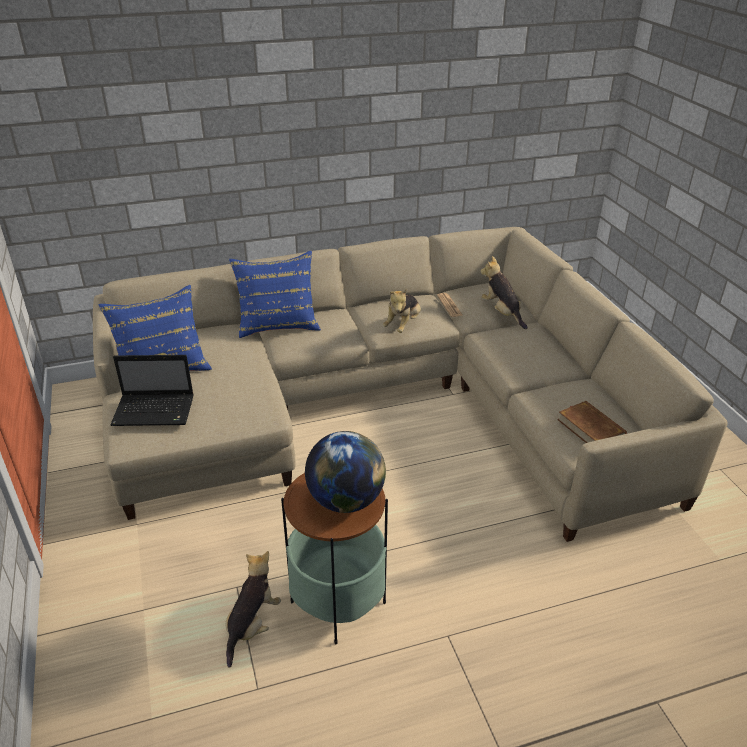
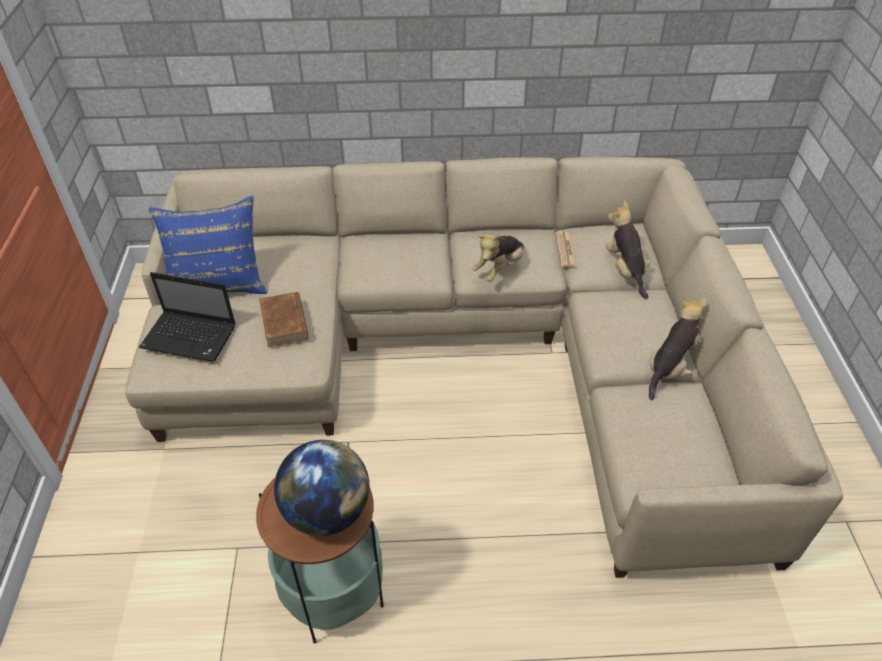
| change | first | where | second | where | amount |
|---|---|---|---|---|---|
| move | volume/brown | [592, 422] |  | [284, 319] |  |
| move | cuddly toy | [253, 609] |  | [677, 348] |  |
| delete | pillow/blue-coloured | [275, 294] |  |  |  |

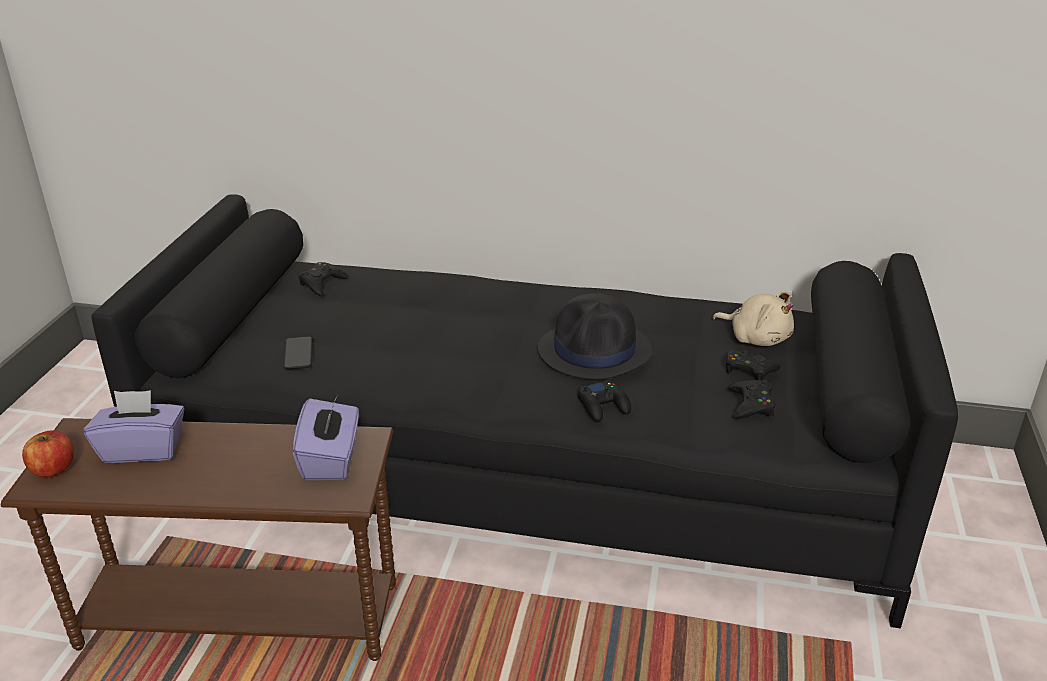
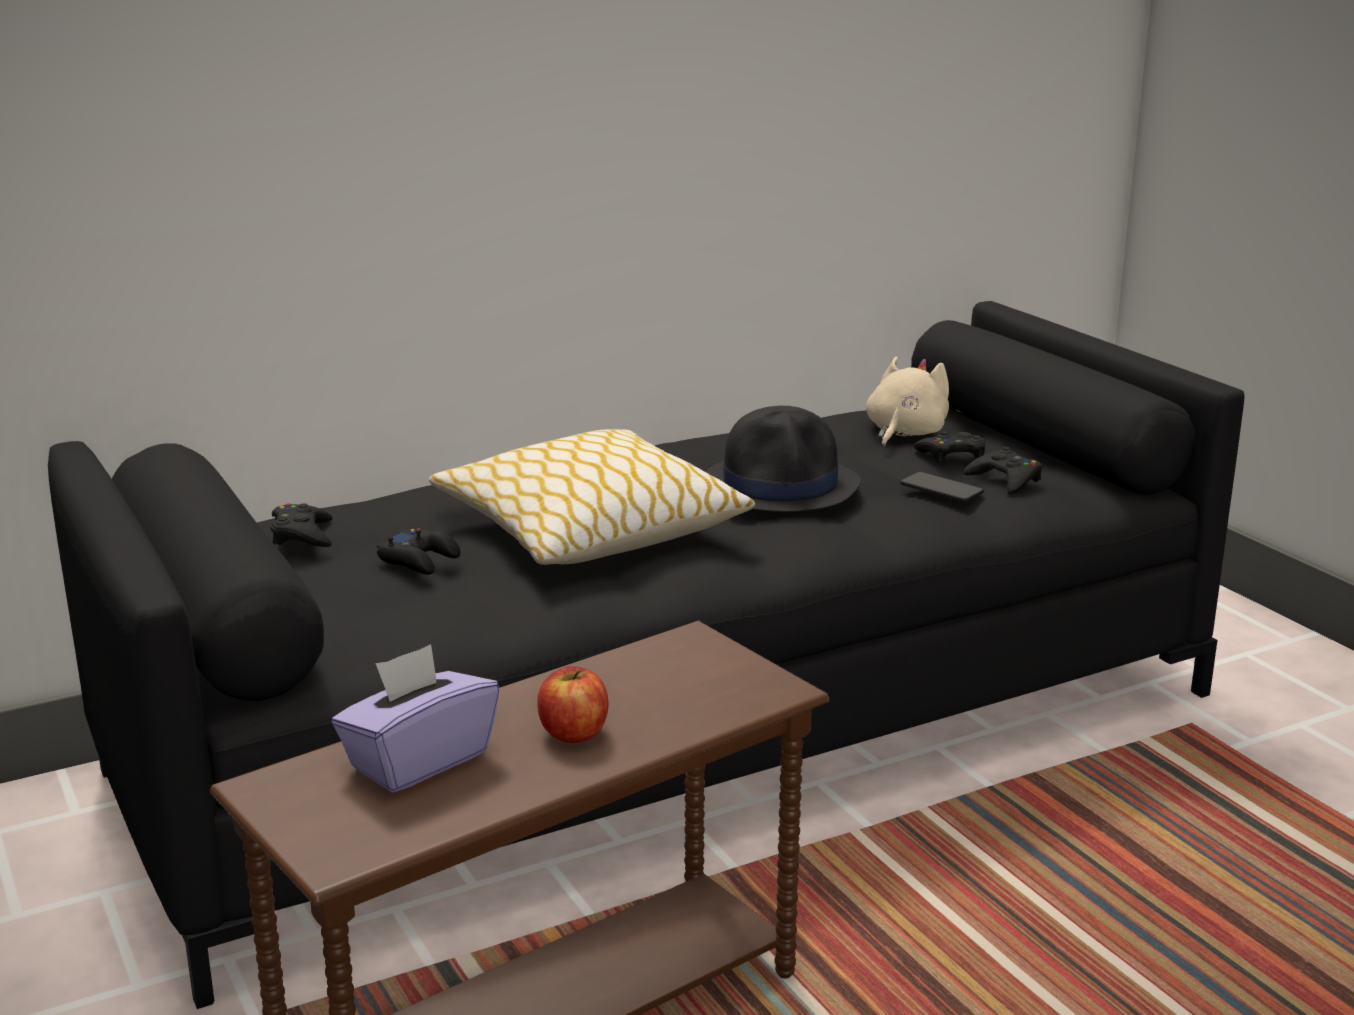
| change | first | where | second | where | amount |
|---|---|---|---|---|---|
| move | gamepad/black-coloured | [604, 401] |  | [419, 551] |  |
| insert |  |  | pillow | [592, 497] |  |
| move | whole apple | [48, 453] |  | [573, 704] |  |
| rotate | cuddly toy/sand-coloured | [753, 318] |  | [907, 402] | 60 degrees counterclockwise |
| move | phone | [298, 352] |  | [942, 487] |  |
| delete | tissue box/purplish | [326, 438] |  |  |  |

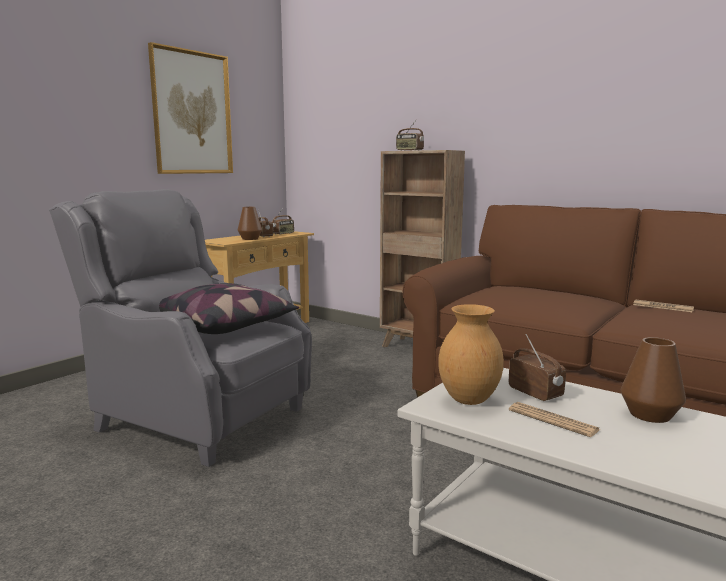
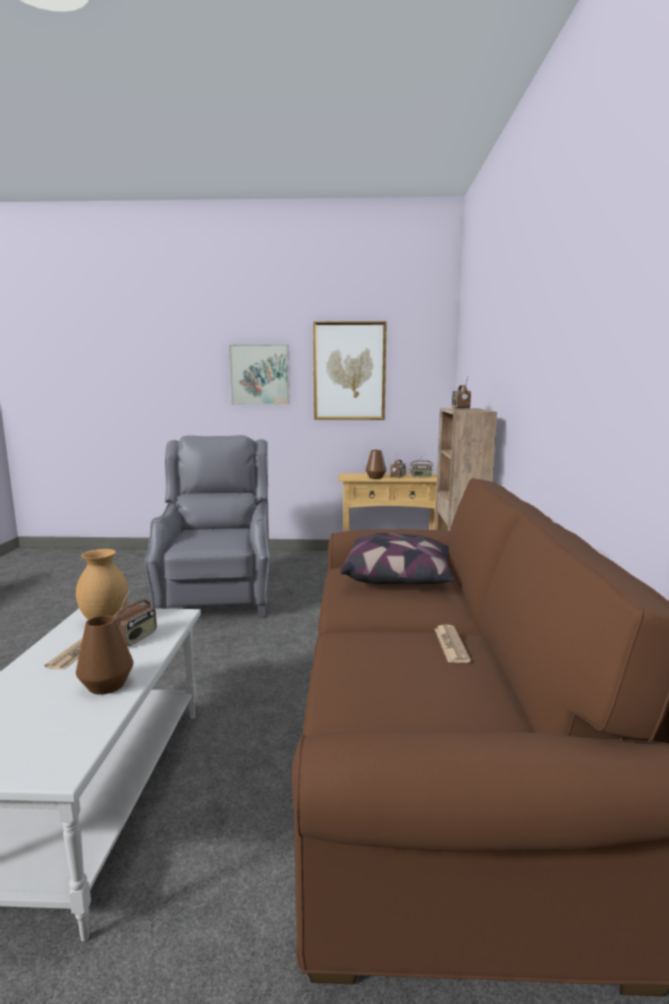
| change | first | where | second | where | amount |
|---|---|---|---|---|---|
| insert |  |  | wall picture | [259, 374] |  |
| move | pillow | [229, 308] |  | [397, 558] |  |

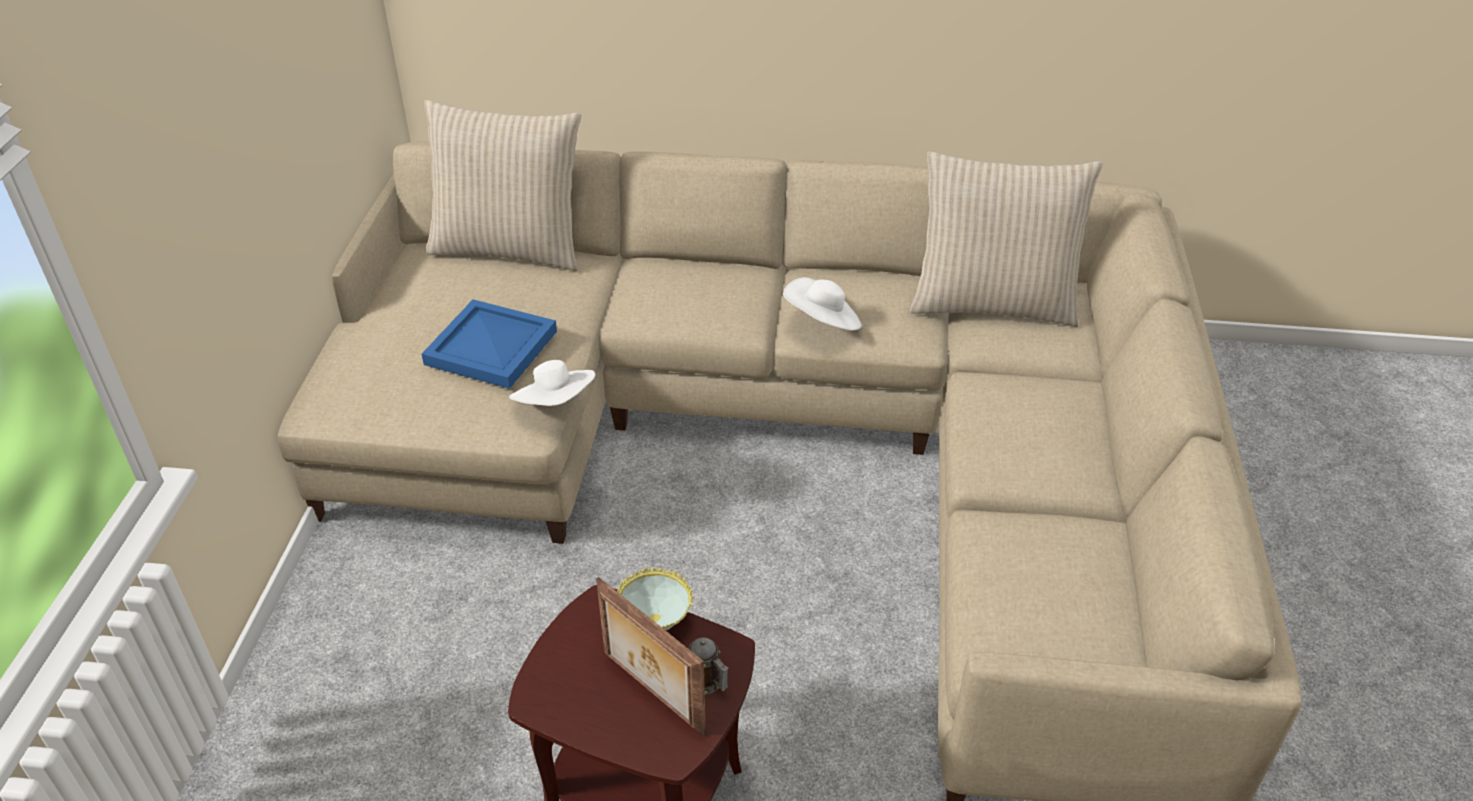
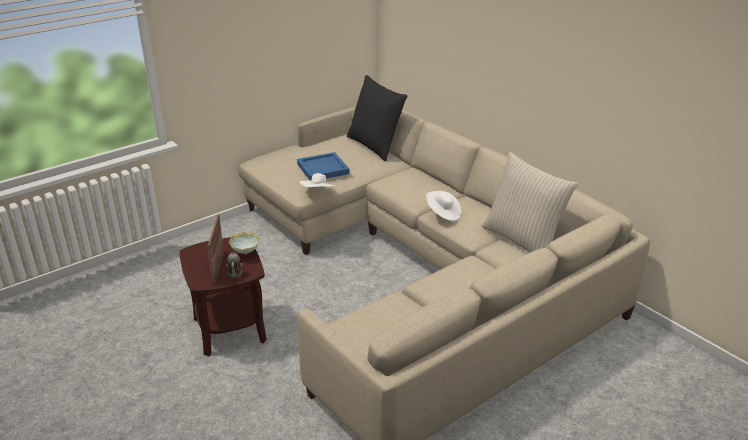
| change | first | where | second | where | amount |
|---|---|---|---|---|---|
| recolor | pillow/sand-coloured | [502, 185] | pillow/black-coloured | [377, 118] |  |

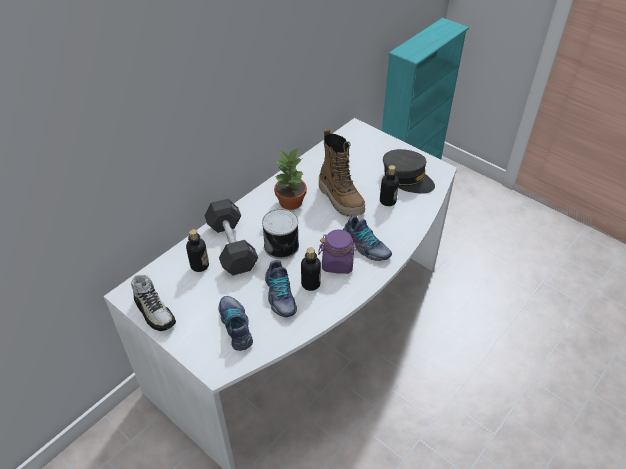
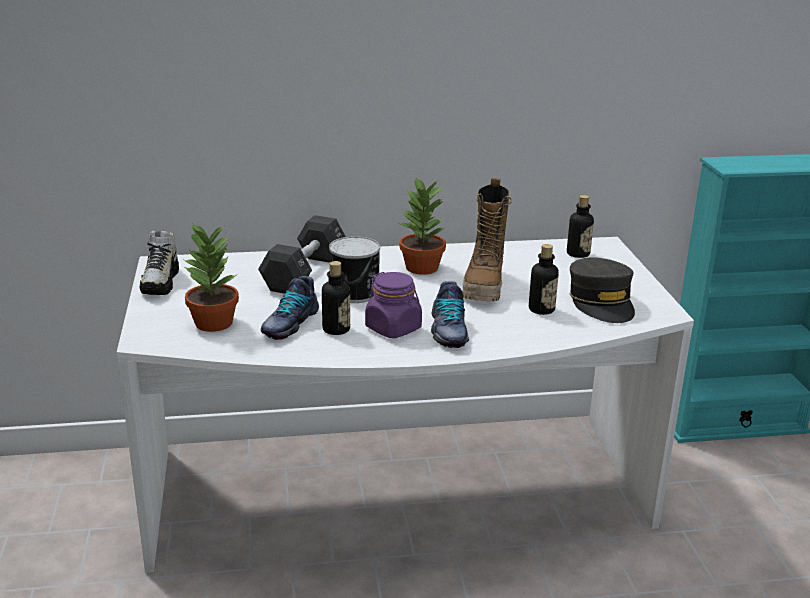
| change | first | where | second | where | amount |
|---|---|---|---|---|---|
| replace | item of footwear | [236, 323] | potted plant | [211, 277] |  |
| move | beverage bottle | [197, 250] |  | [580, 226] |  |

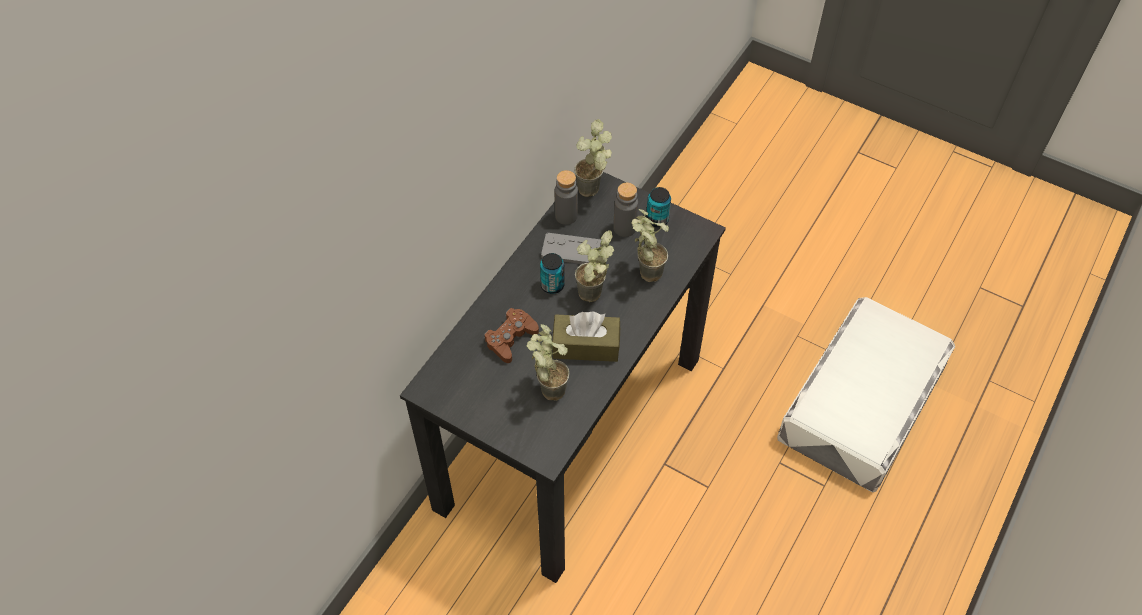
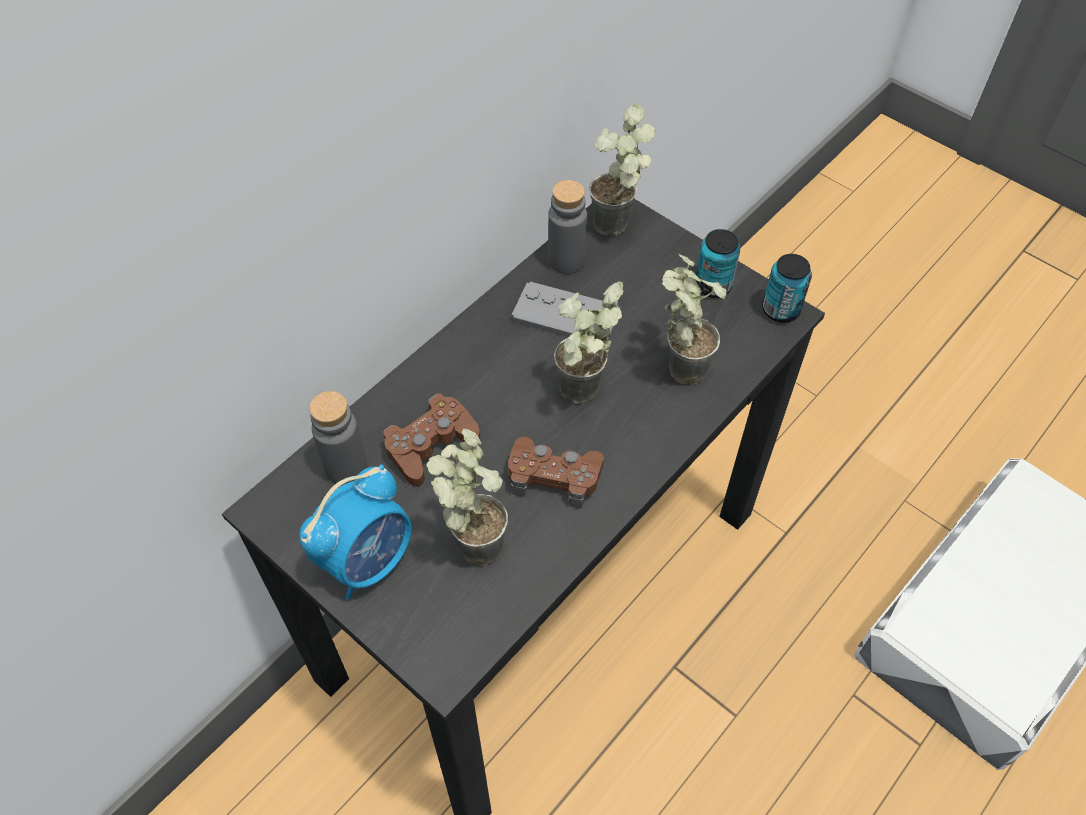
| change | first | where | second | where | amount |
|---|---|---|---|---|---|
| insert |  |  | alarm clock | [355, 532] |  |
| move | beverage bottle/gray | [625, 209] |  | [338, 438] |  |
| replace | tissue box/brown | [586, 336] | gamepad/brown | [556, 473] |  |
| move | can | [552, 273] |  | [787, 288] |  |

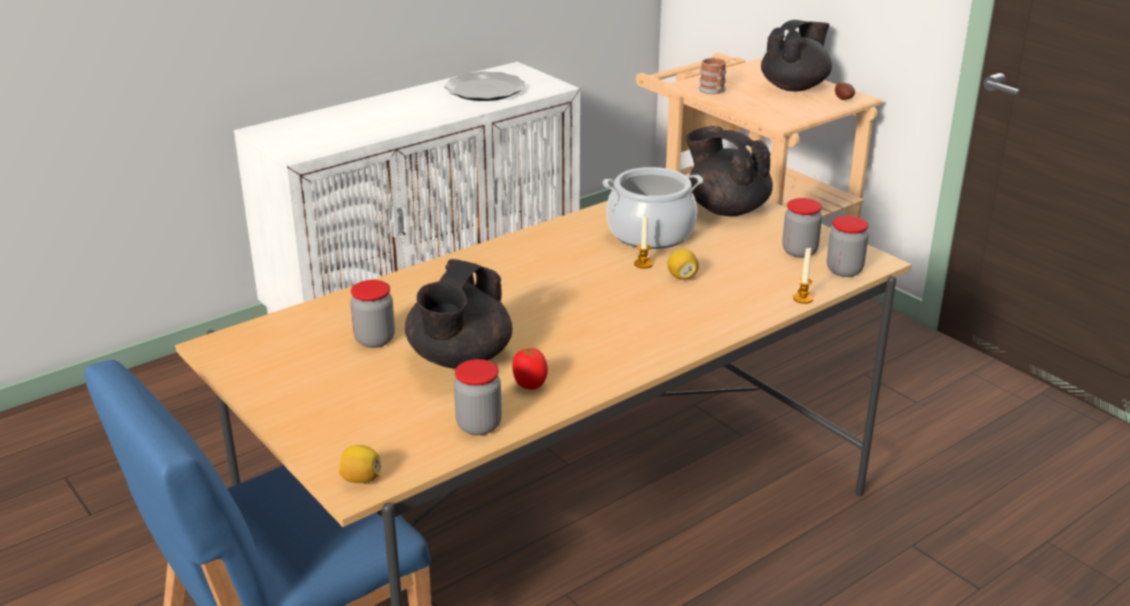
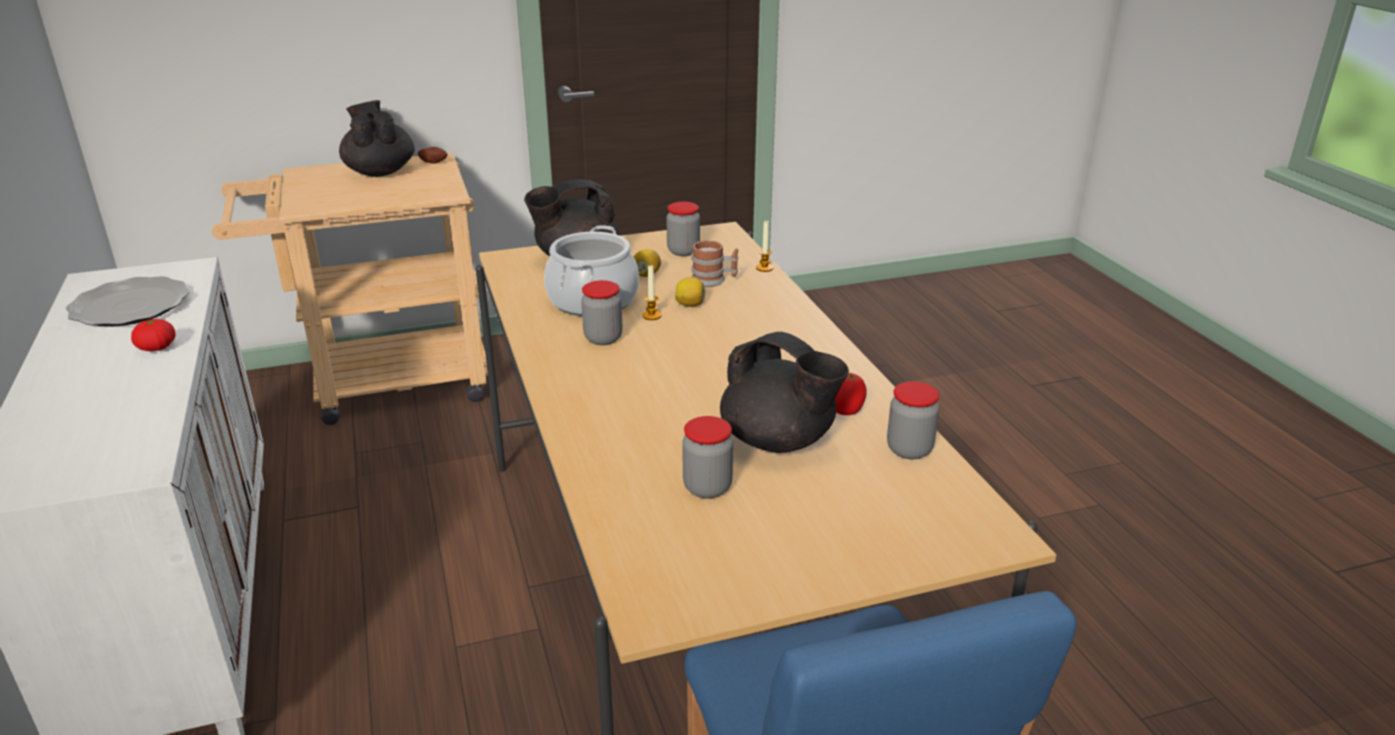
| change | first | where | second | where | amount |
|---|---|---|---|---|---|
| insert |  |  | tomato | [153, 335] |  |
| move | jar | [848, 246] |  | [602, 312] |  |
| move | lemon | [360, 464] |  | [647, 263] |  |
| move | coffee mug | [712, 76] |  | [714, 263] |  |

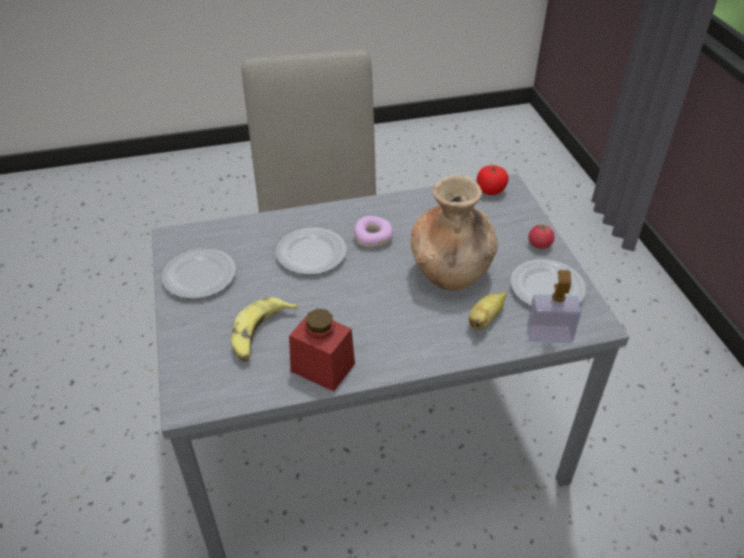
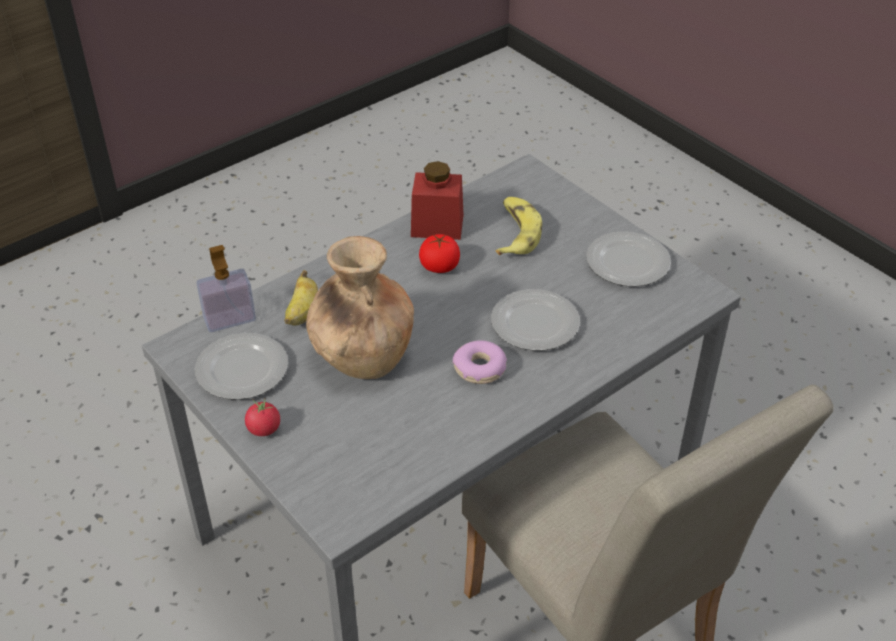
| change | first | where | second | where | amount |
|---|---|---|---|---|---|
| move | tomato | [493, 180] |  | [439, 253] |  |

